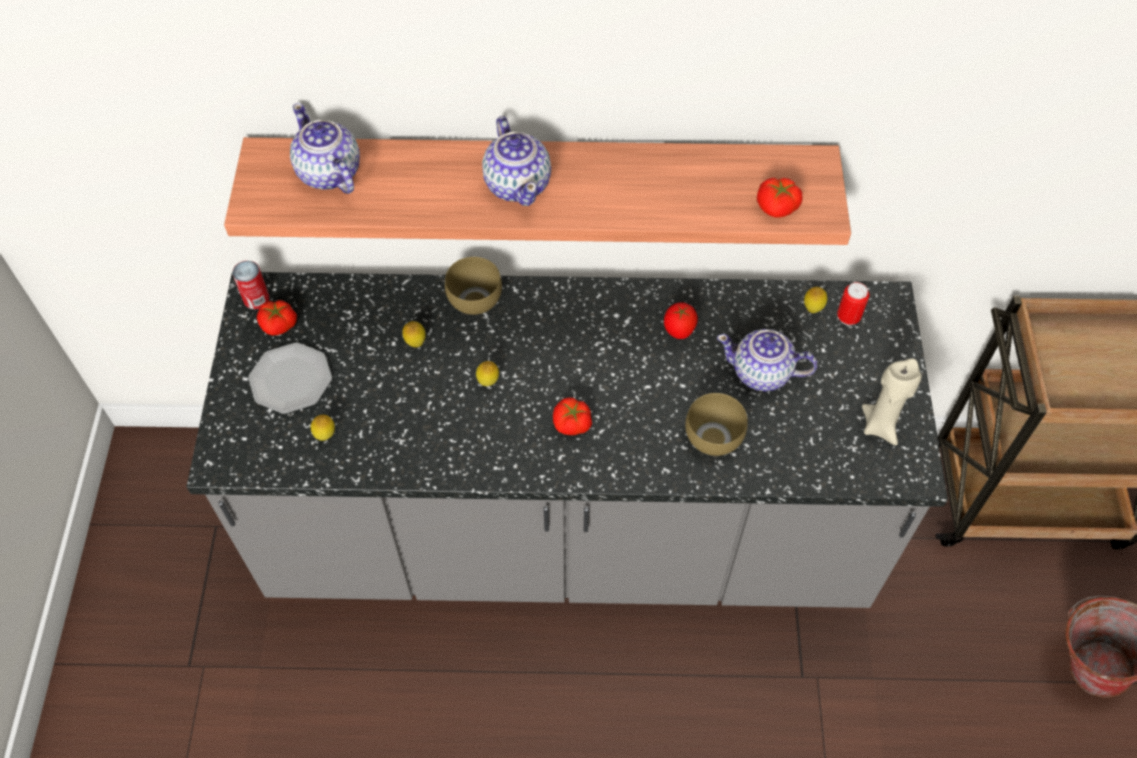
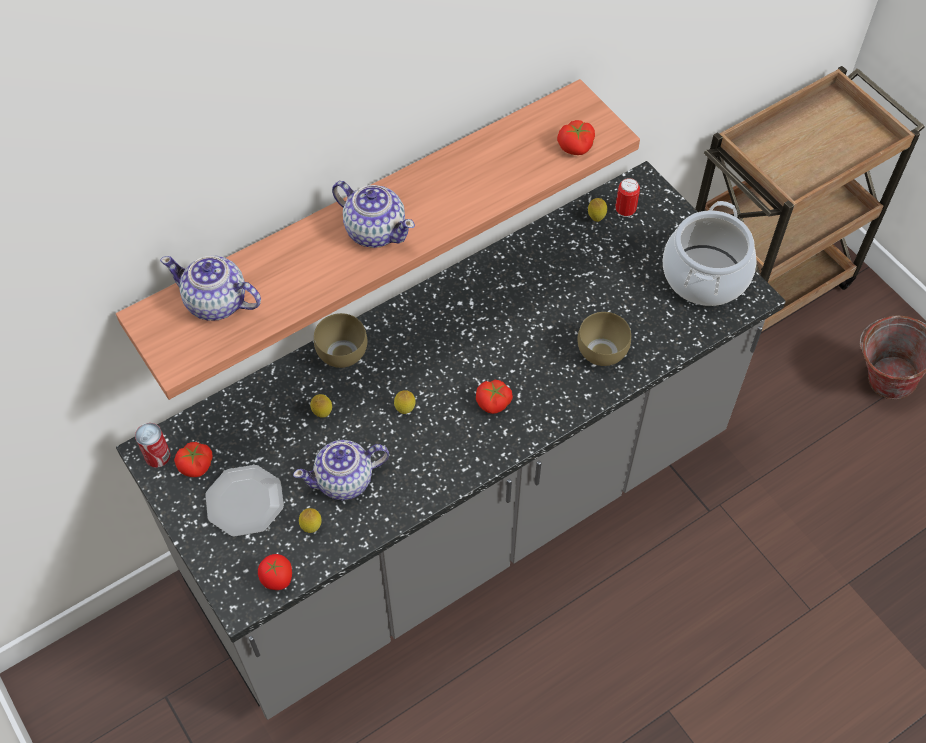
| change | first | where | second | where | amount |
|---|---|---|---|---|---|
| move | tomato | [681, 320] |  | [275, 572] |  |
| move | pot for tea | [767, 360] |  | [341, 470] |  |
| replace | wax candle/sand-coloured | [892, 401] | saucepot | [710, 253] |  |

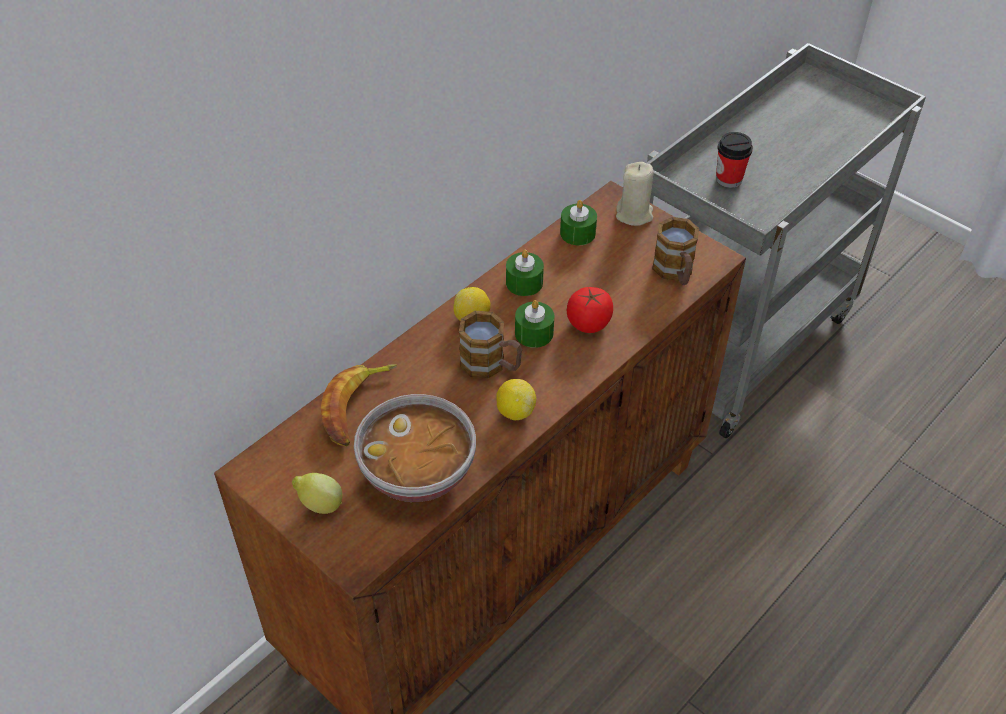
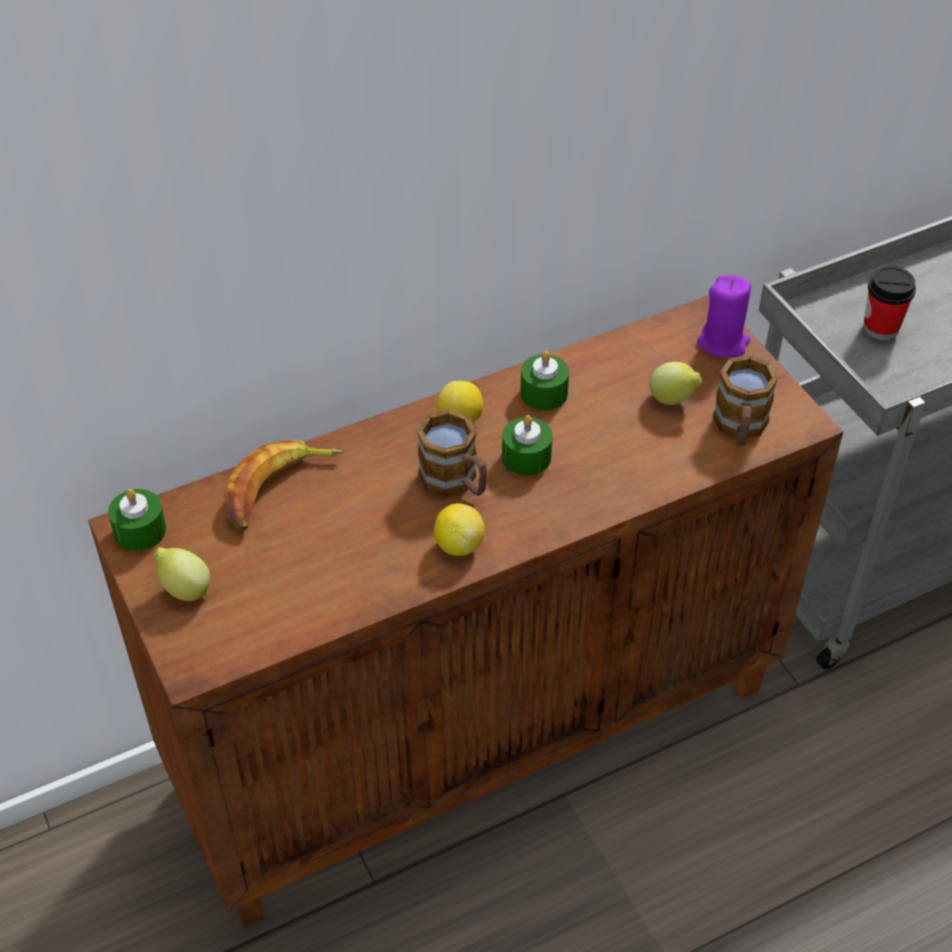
| change | first | where | second | where | amount |
|---|---|---|---|---|---|
| move | wax candle/green-coloured | [578, 222] |  | [137, 520] |  |
| insert |  |  | lemon | [675, 383] |  |
| recolor | wax candle/sand-coloured | [634, 194] | wax candle/purplish | [724, 316] |  |
| delete | deep dish | [415, 448] |  |  |  |
| delete | tomato | [590, 310] |  |  |  |

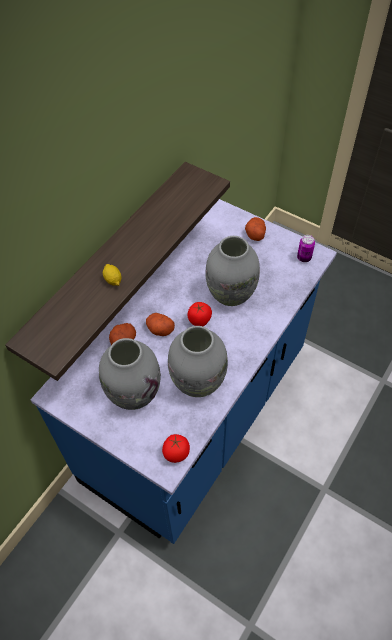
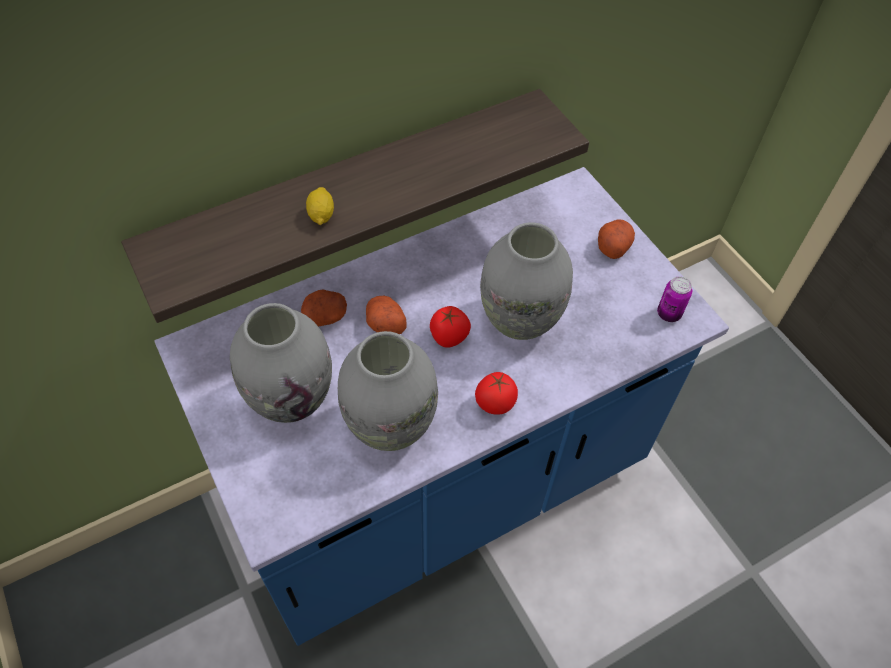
| change | first | where | second | where | amount |
|---|---|---|---|---|---|
| move | tomato | [176, 448] |  | [496, 393] |  |

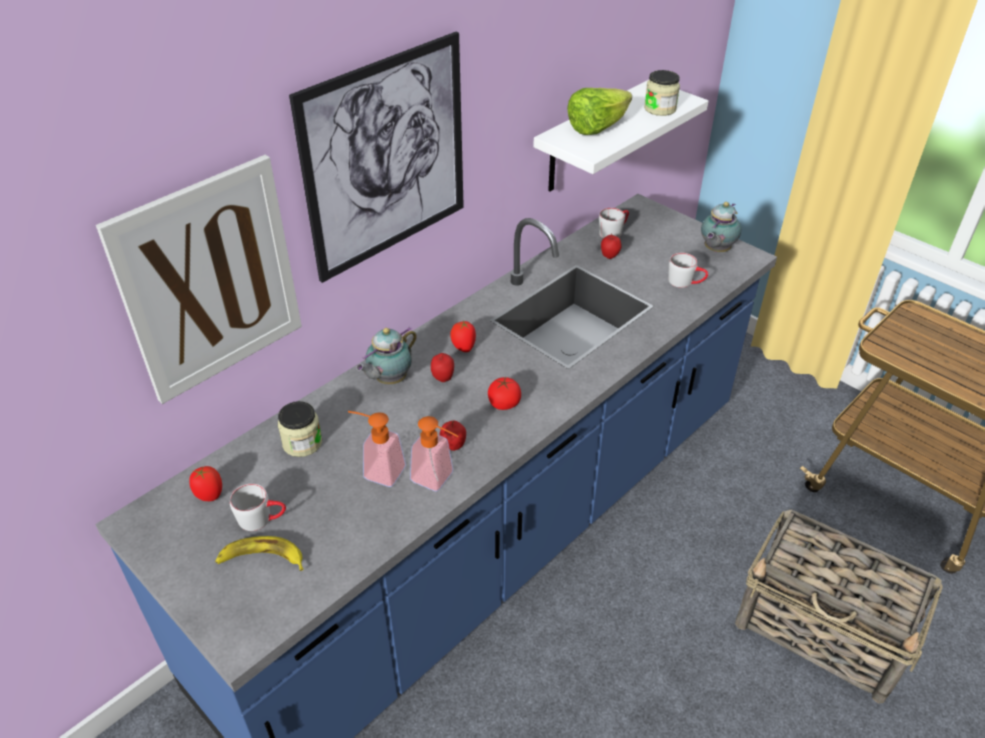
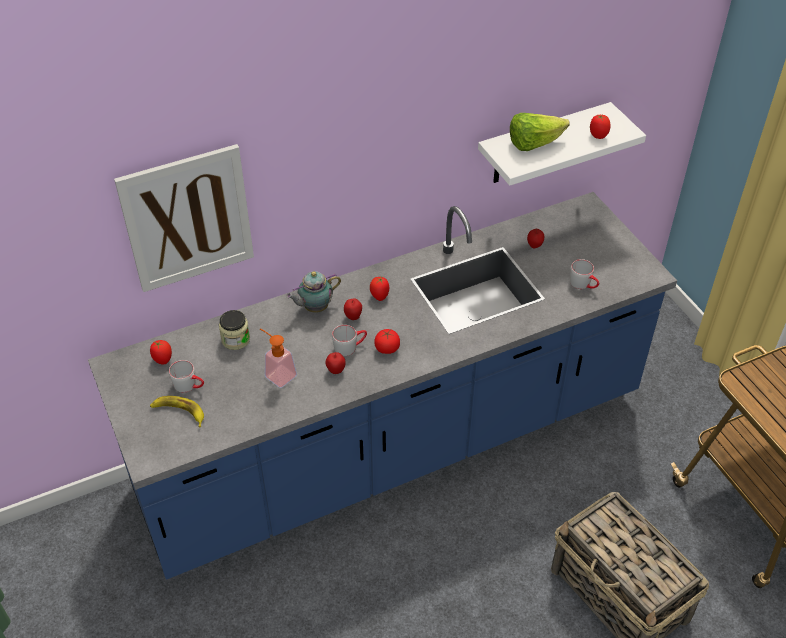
| change | first | where | second | where | amount |
|---|---|---|---|---|---|
| move | coffee mug/gray | [614, 223] |  | [349, 340] |  |
| replace | jar | [662, 93] | tomato | [600, 127] |  |
| delete | wall picture | [376, 157] |  |  |  |
| delete | soap dispenser | [434, 453] |  |  |  |
| delete | pot for tea | [721, 227] |  |  |  |

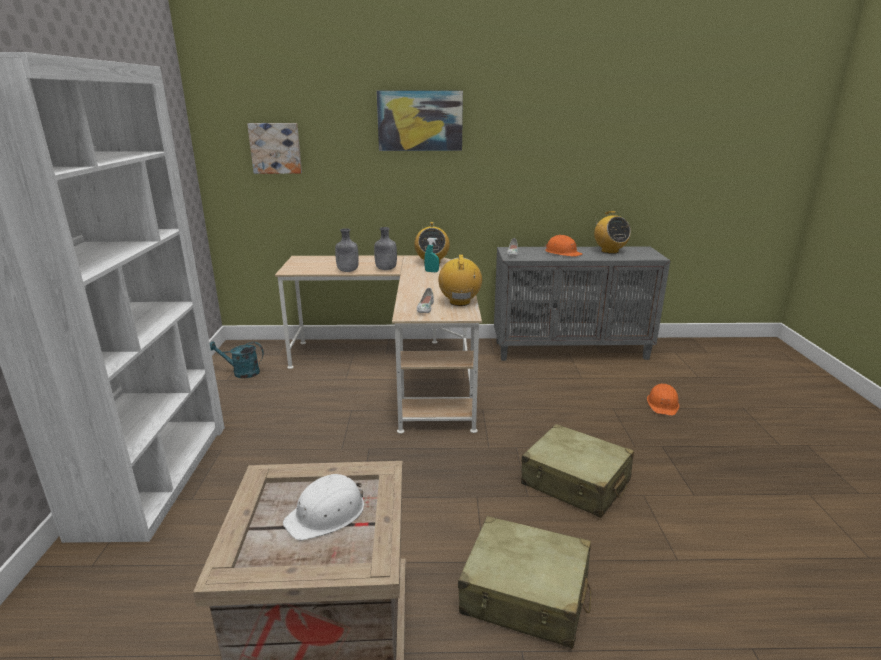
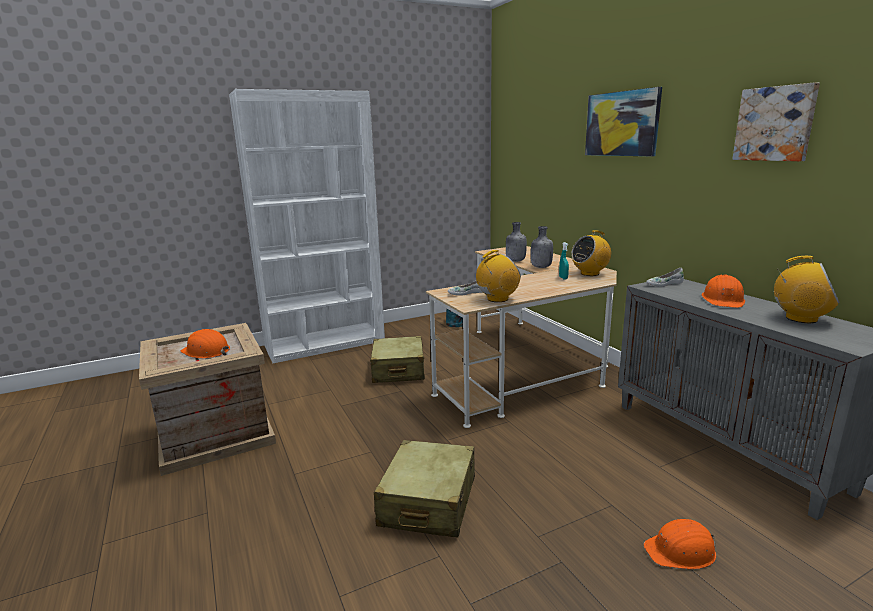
| change | first | where | second | where | amount |
|---|---|---|---|---|---|
| recolor | work helmet/white-coloured | [323, 507] | work helmet/orange-coloured | [205, 344] |  |
| move | travel case/sand-coloured | [524, 582] |  | [397, 359] |  |
| move | wall picture | [274, 148] |  | [776, 121] |  |
| rotate | radio | [612, 232] |  | [807, 289] | 105 degrees counterclockwise |

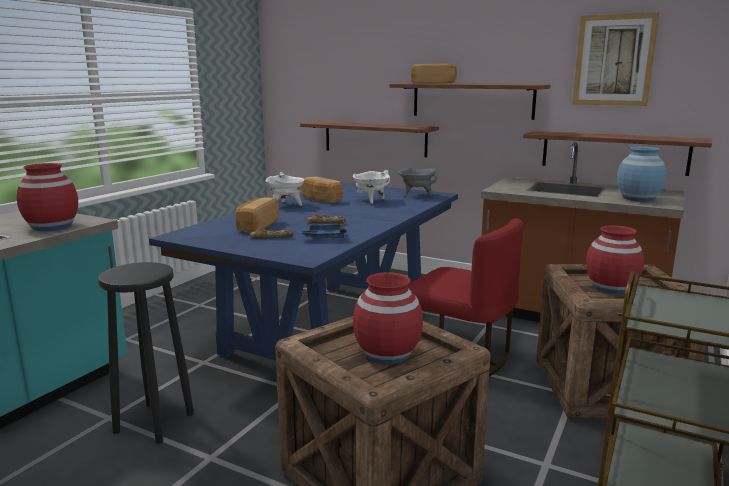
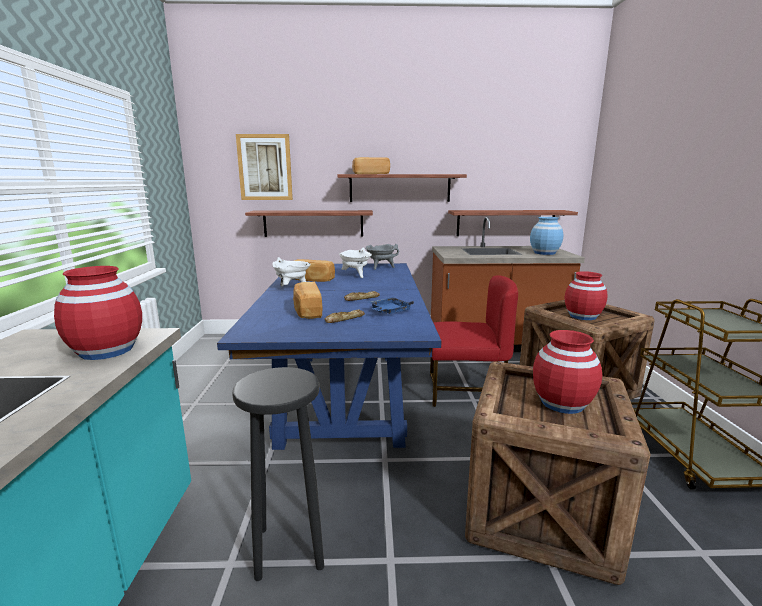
| change | first | where | second | where | amount |
|---|---|---|---|---|---|
| move | wall picture | [615, 59] |  | [264, 167] |  |

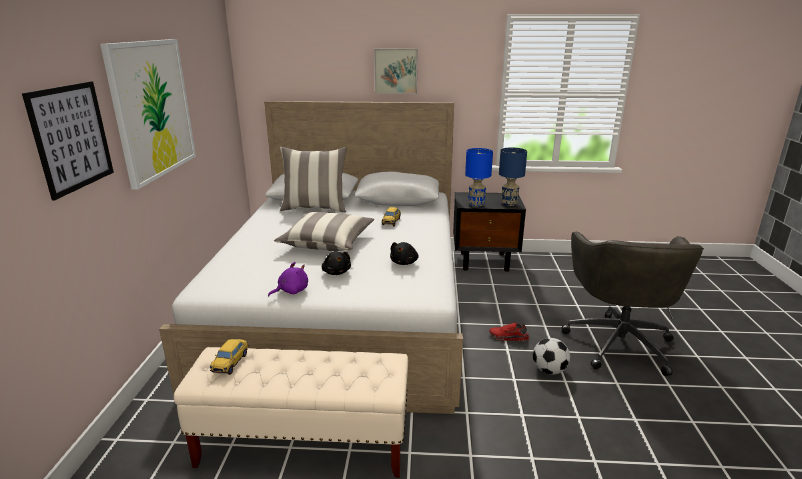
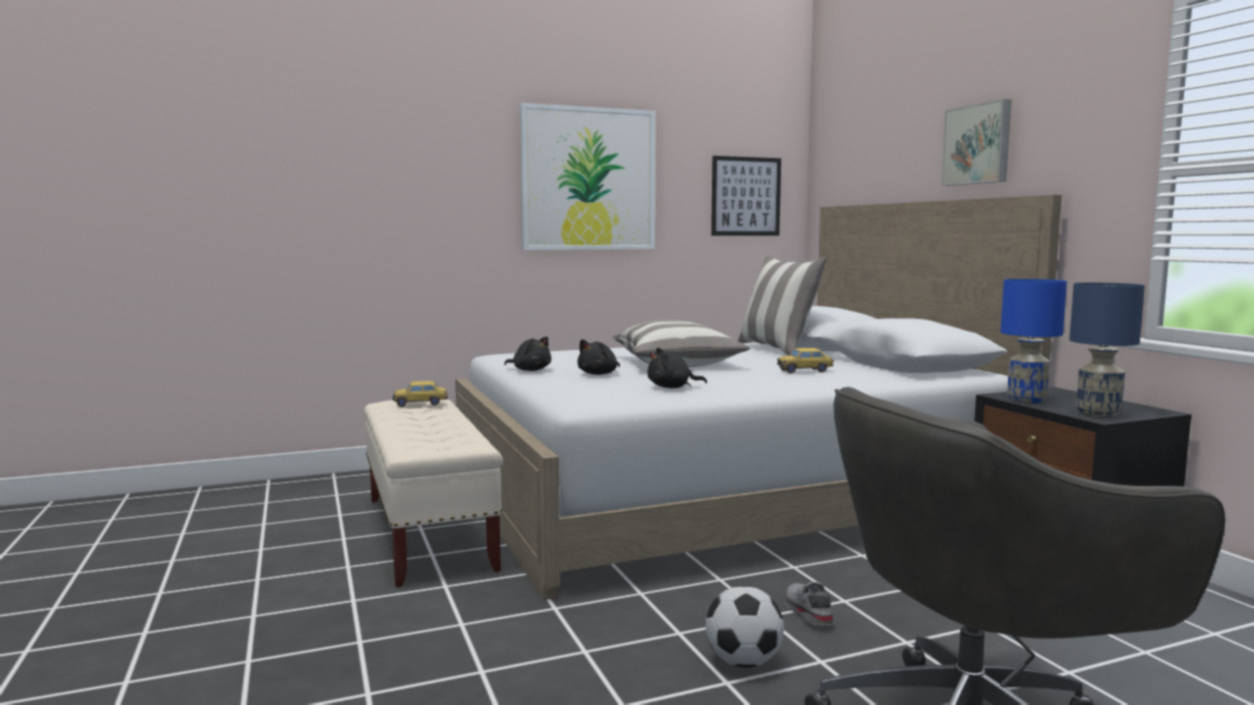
| change | first | where | second | where | amount |
|---|---|---|---|---|---|
| recolor | cuddly toy/purplish | [288, 279] | cuddly toy/black-coloured | [527, 354] |  |
| move | wall picture | [68, 140] |  | [746, 196] |  |
| recolor | item of footwear/reddish | [509, 331] | item of footwear/gray | [809, 603] |  |

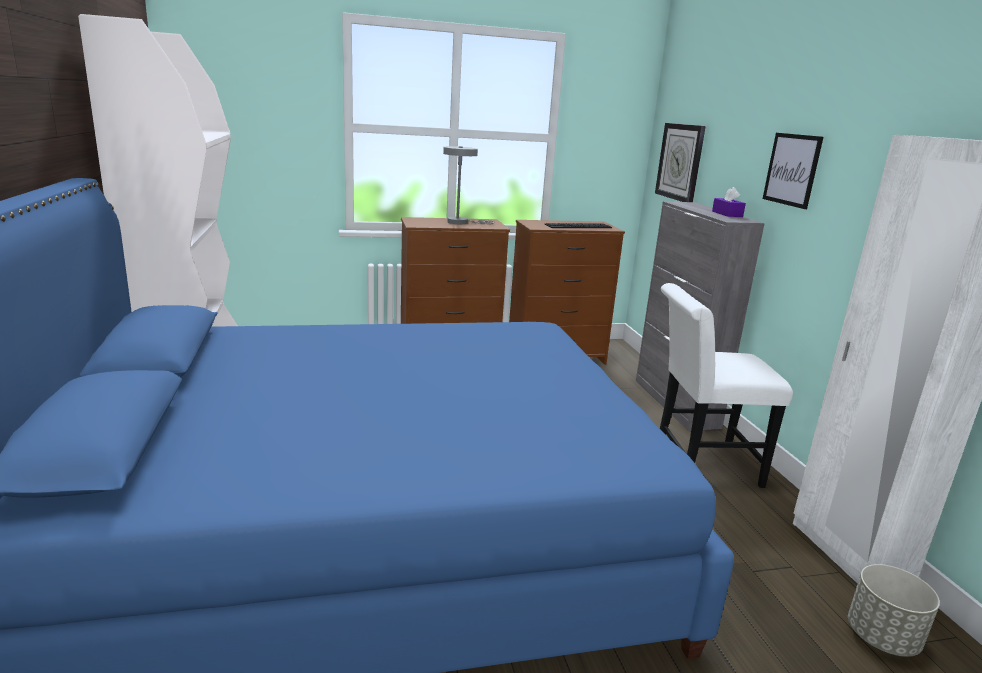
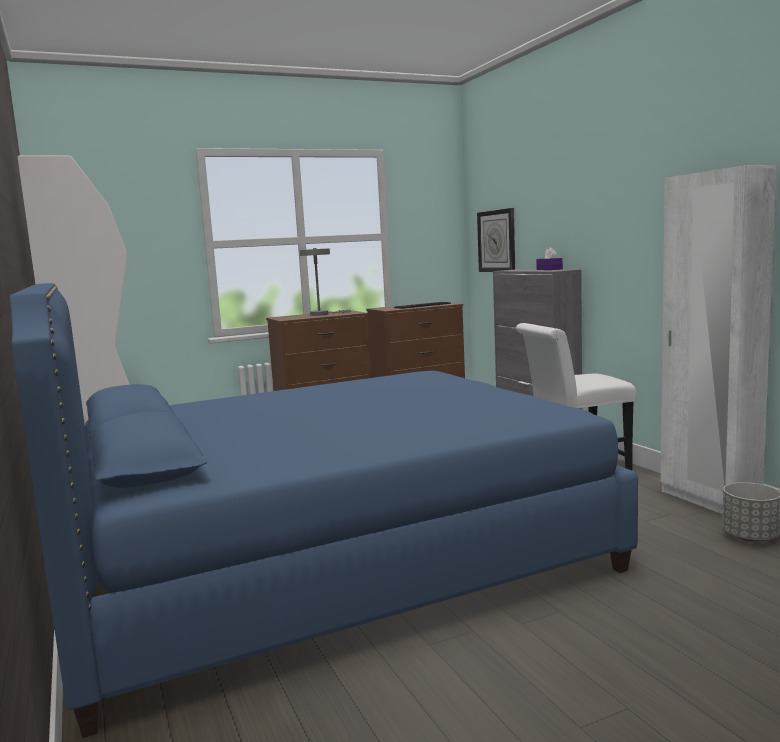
| change | first | where | second | where | amount |
|---|---|---|---|---|---|
| delete | wall picture | [793, 171] |  |  |  |

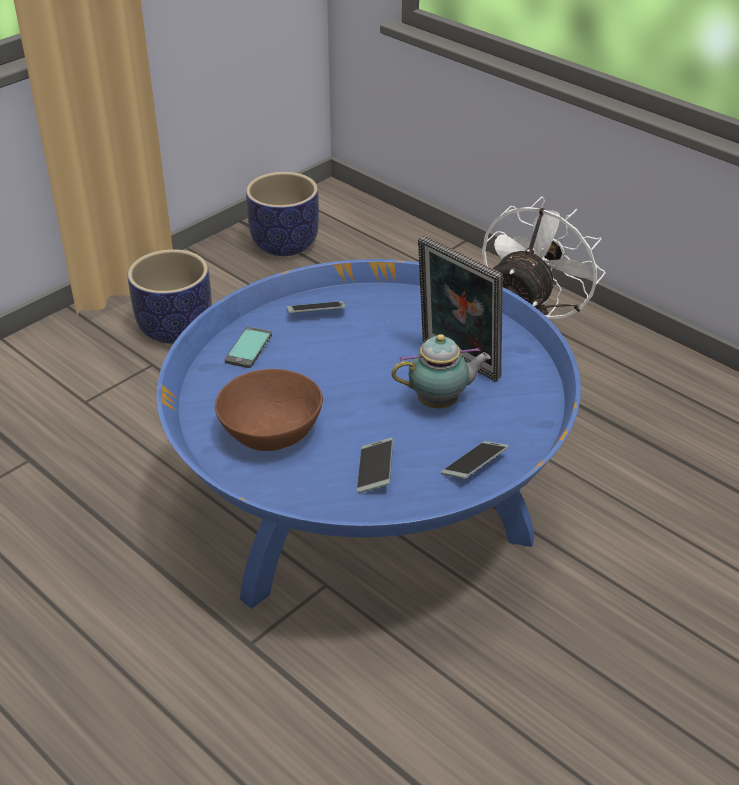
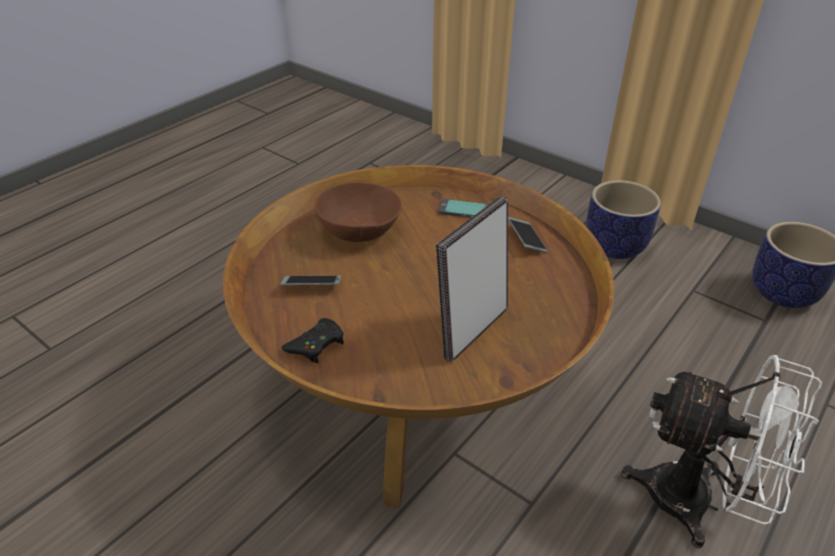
| change | first | where | second | where | amount |
|---|---|---|---|---|---|
| recolor | lounge table/blue-coloured | [369, 434] | lounge table/brown | [418, 336] |  |
| replace | phone | [475, 460] | gamepad/black-coloured | [312, 340] |  |
| delete | pot for tea | [441, 371] |  |  |  |

